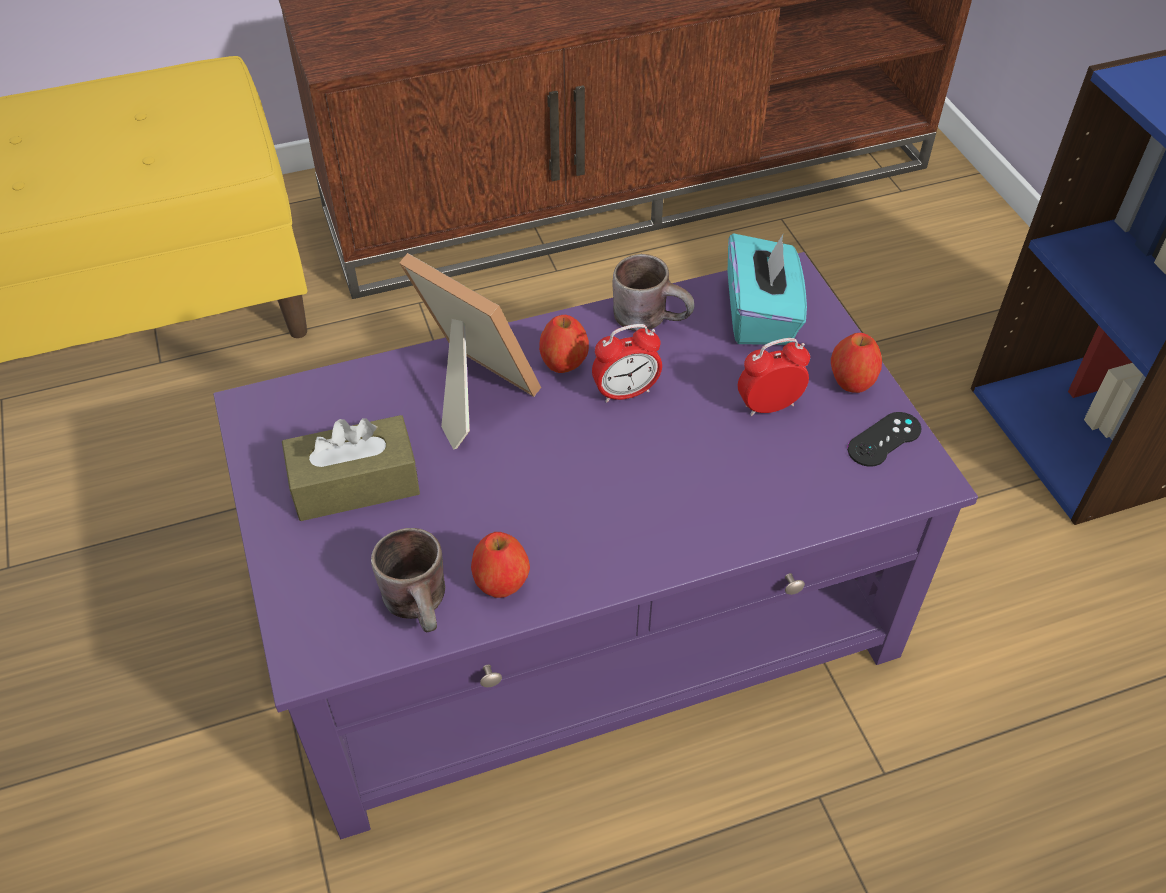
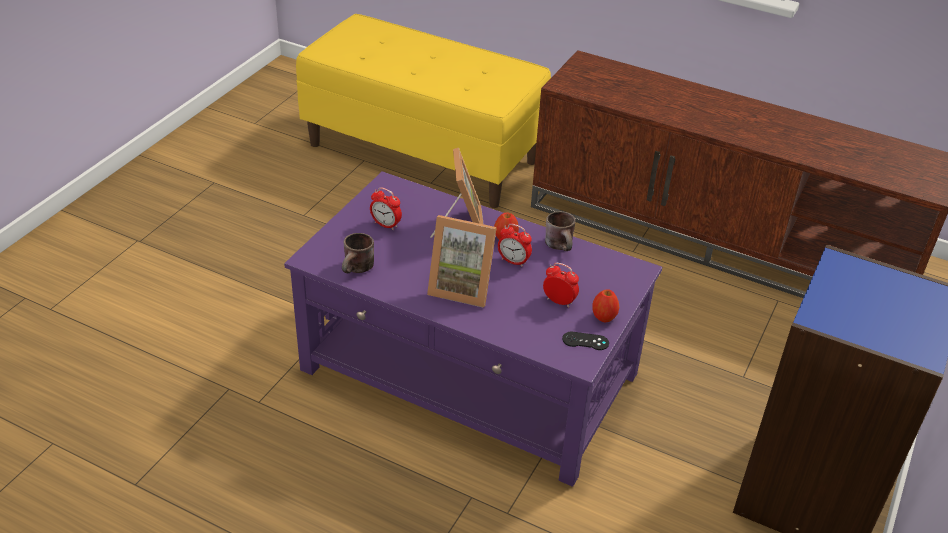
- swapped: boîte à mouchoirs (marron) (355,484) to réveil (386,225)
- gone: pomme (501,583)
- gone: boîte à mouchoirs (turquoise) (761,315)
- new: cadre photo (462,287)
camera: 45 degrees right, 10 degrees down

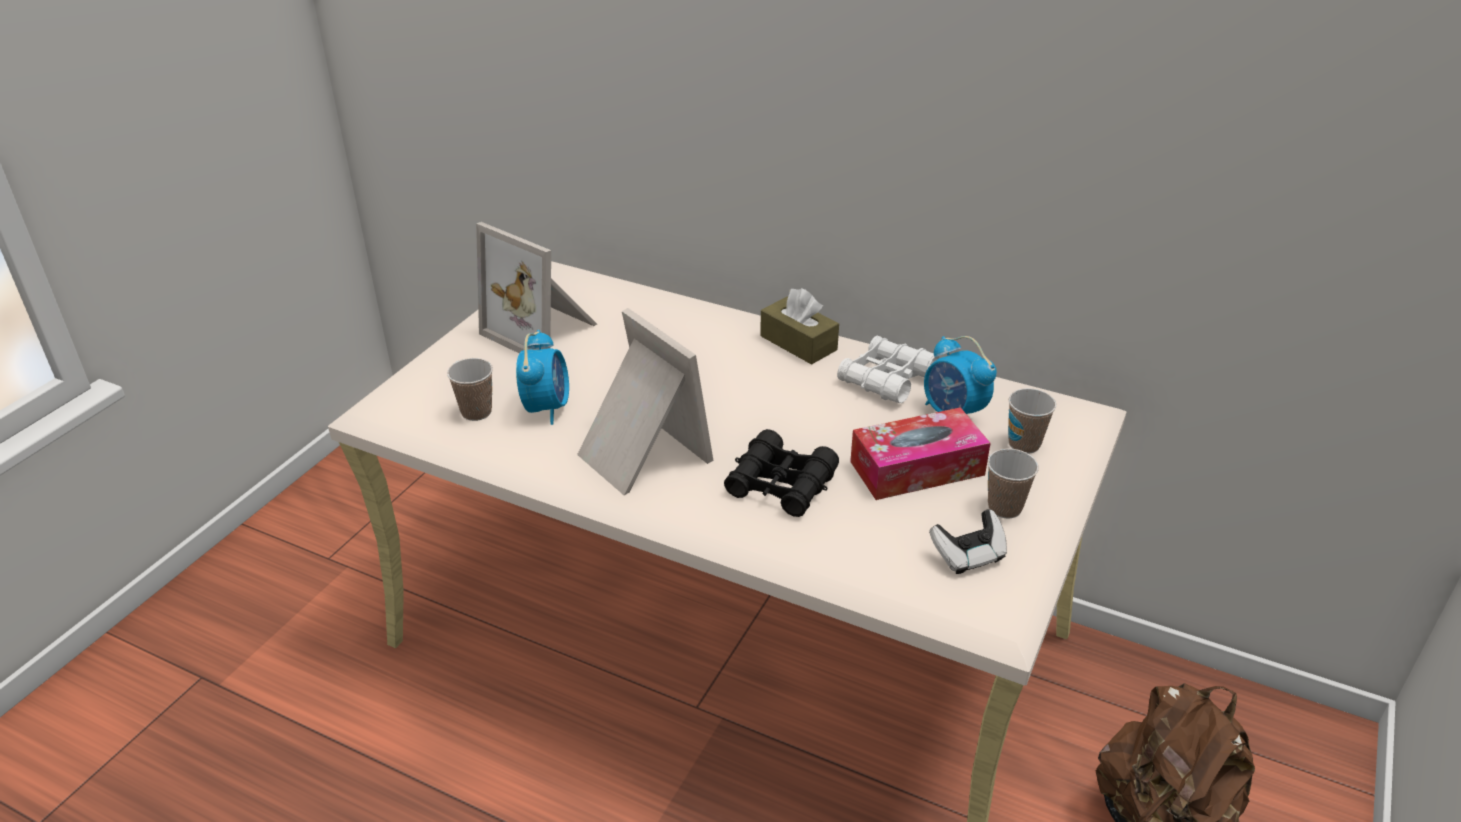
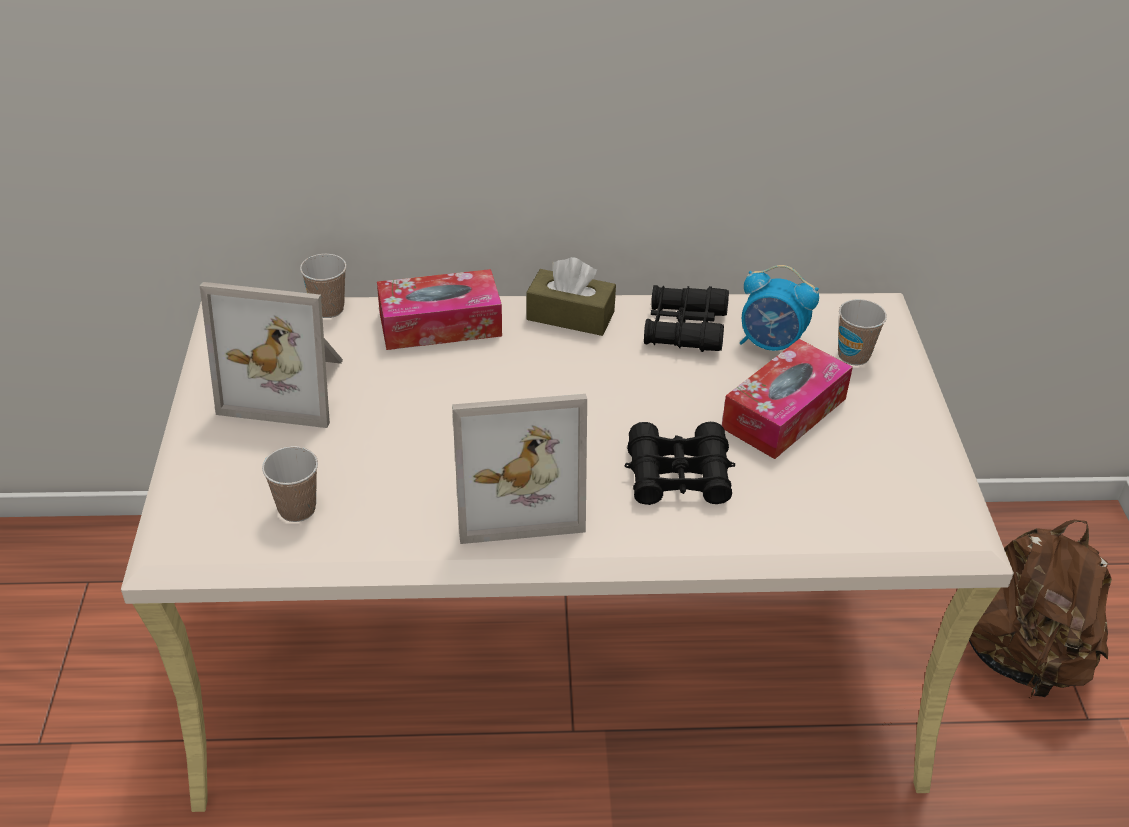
- gone: réveil (547,408)
- rotated: cadre photo (639,455) = (516,495) 150 degrees clockwise
- repainted: jumelles (blanc) (886,379) to jumelles (noir) (684,329)
- gone: manette (968,556)
- shifted: tasse (1004,508) to (328,309)
- new: boîte à mouchoirs (440,324)
camera: 30 degrees left, 5 degrees up

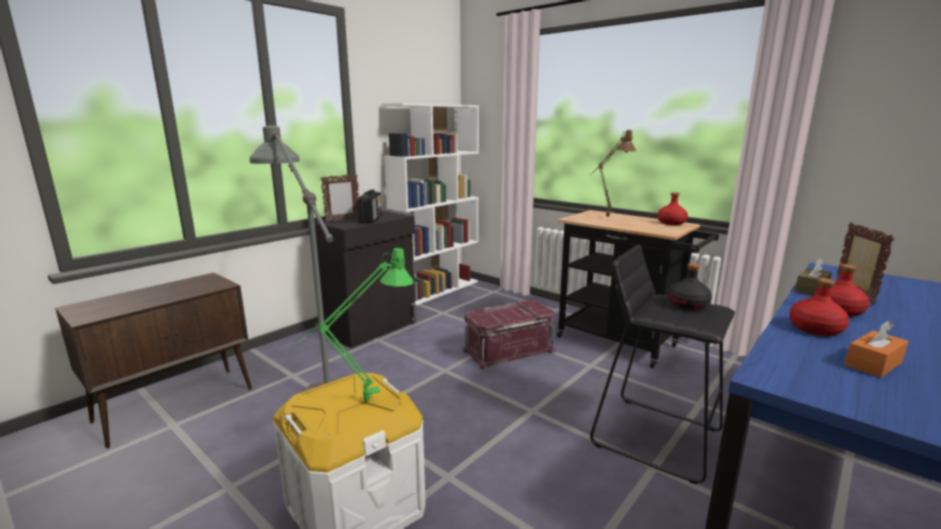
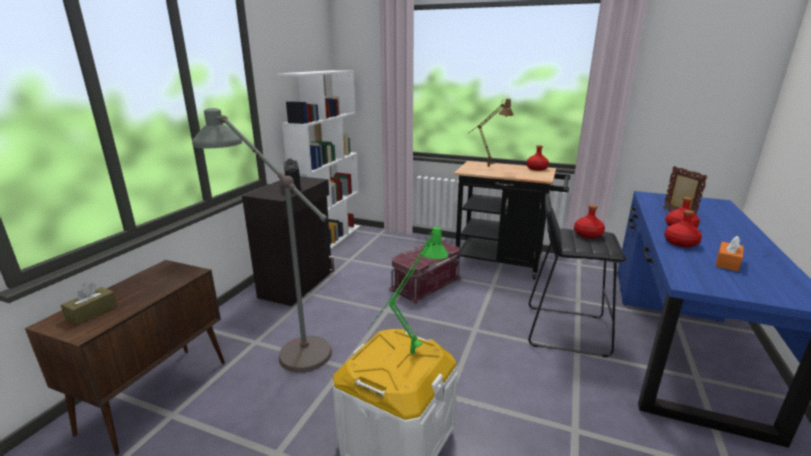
- gone: cadre photo (342,220)
- repainted: bouteille (noir) (688,304) to bouteille (rouge) (588,234)
- shifted: boîte à mouchoirs (marron) (811,289) to (92,312)
camera: 20 degrees left, 5 degrees up

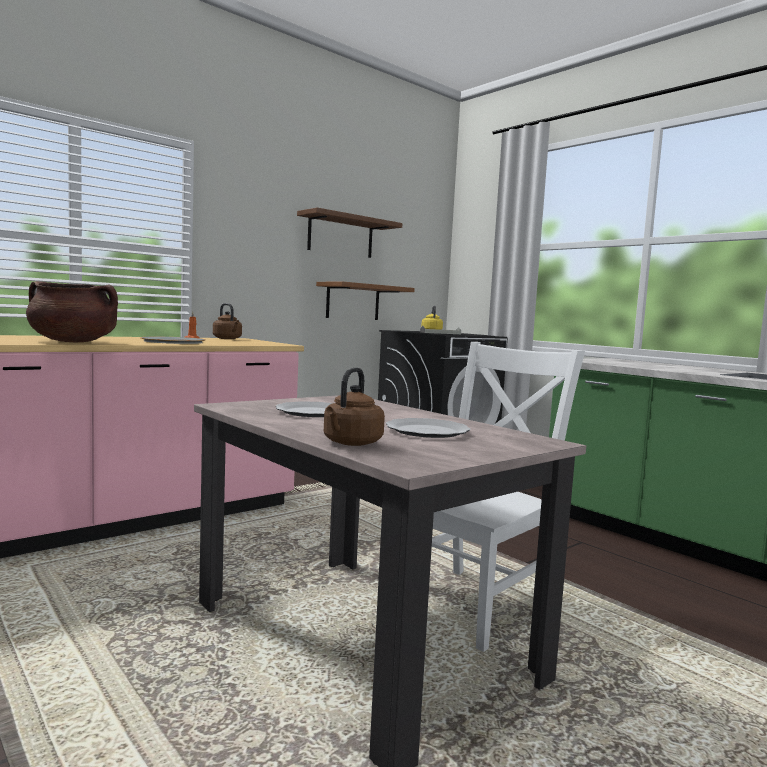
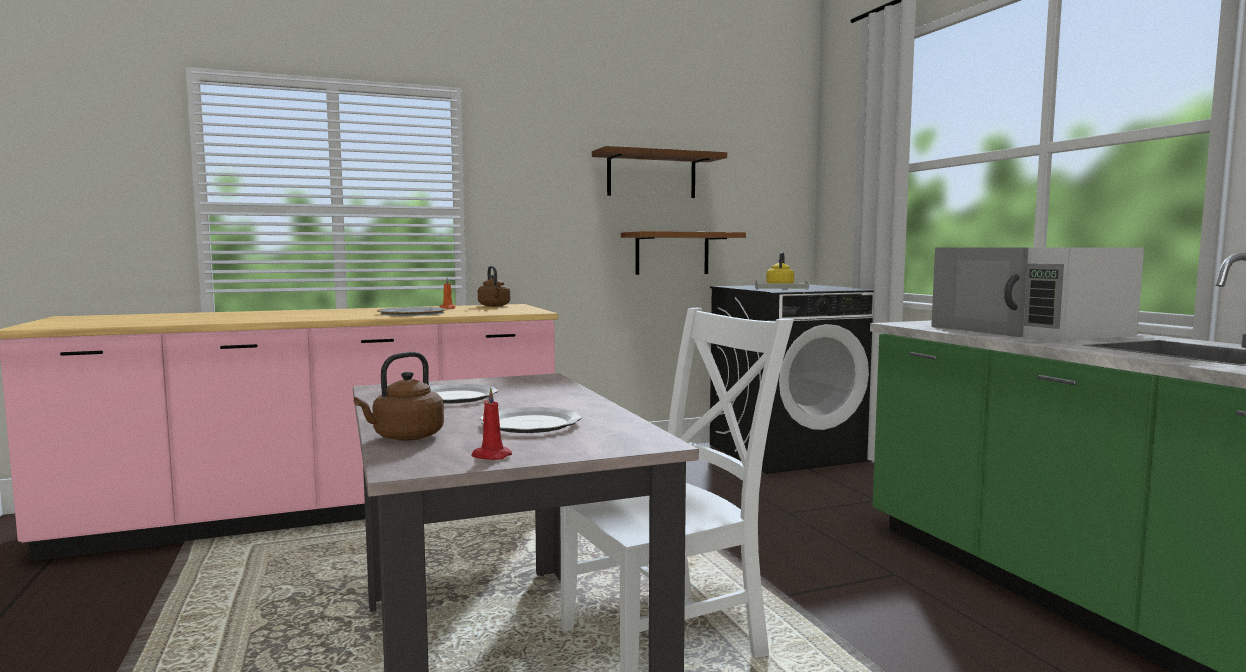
- gone: marmite (marron) (73,342)
- new: bougie (rouge) (490,456)
- new: micro-ondes (blanc) (1030,331)
camera: 20 degrees right, 0 degrees up

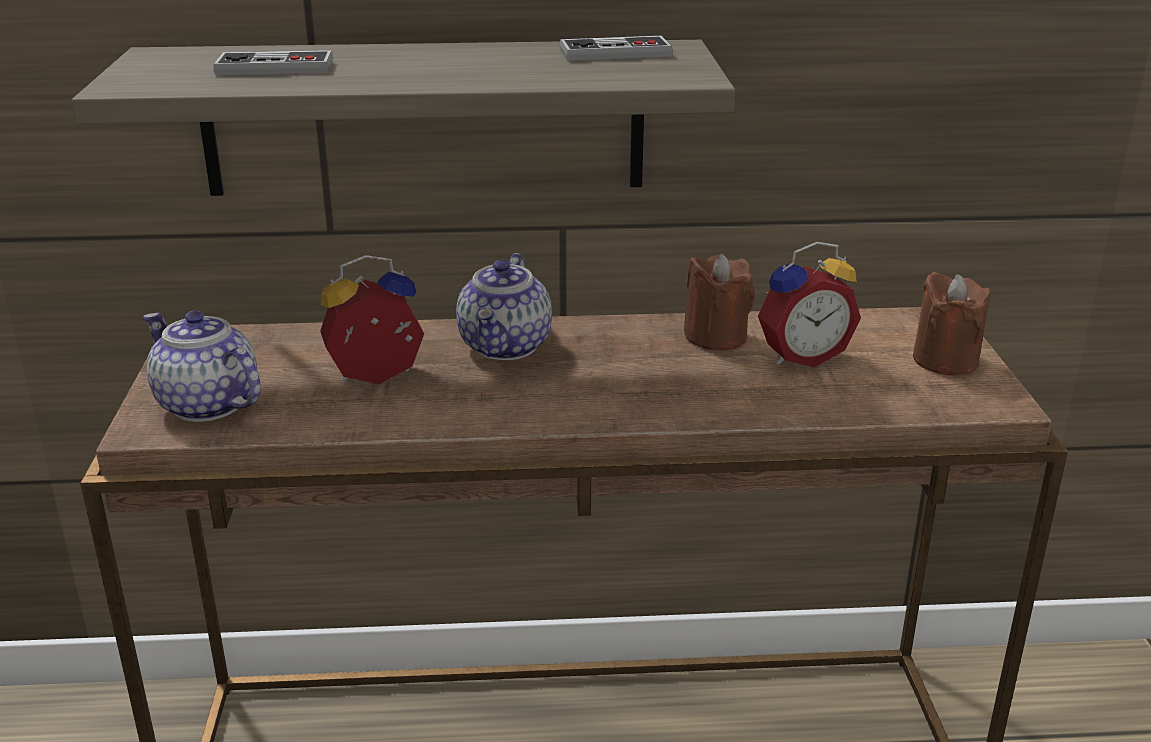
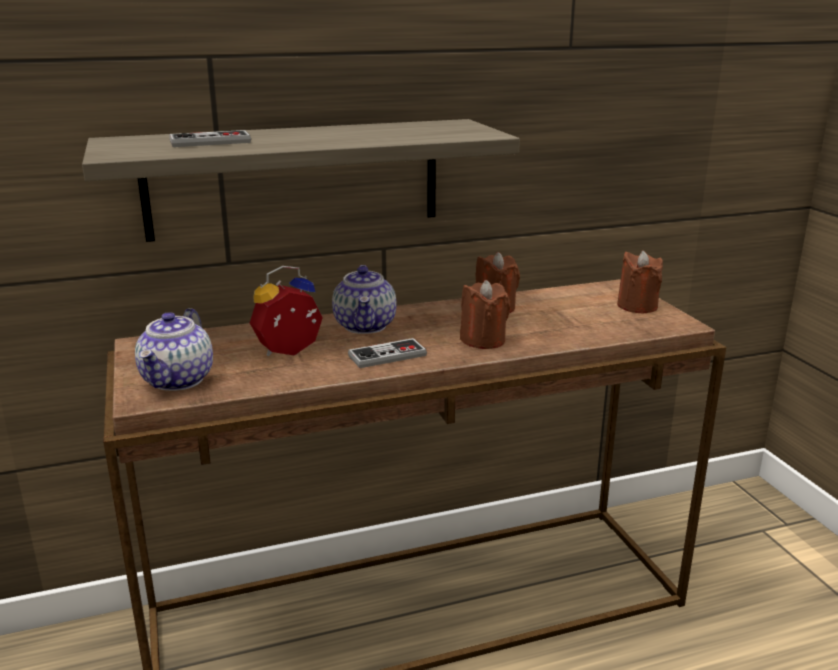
- rotated: théière (206,405) = (178,380) 105 degrees counterclockwise
- shifted: manette (615,53) to (387,356)
- gone: réveil (801,356)
- new: bougie (marron) (483,340)
camera: 15 degrees left, 5 degrees down

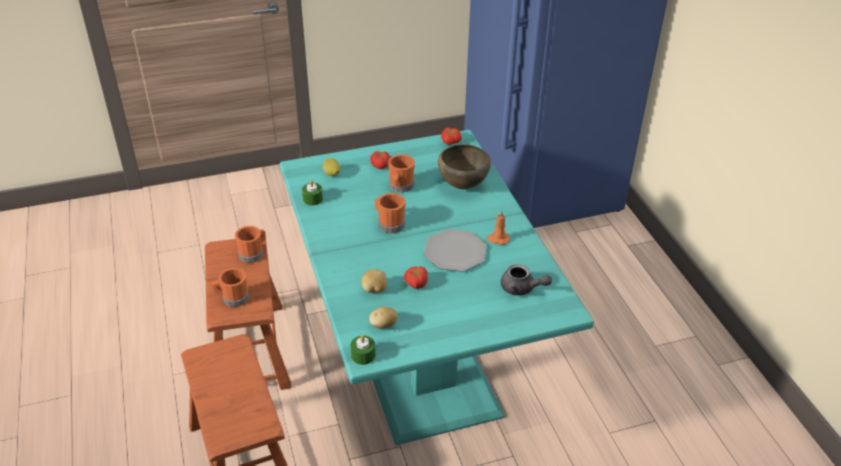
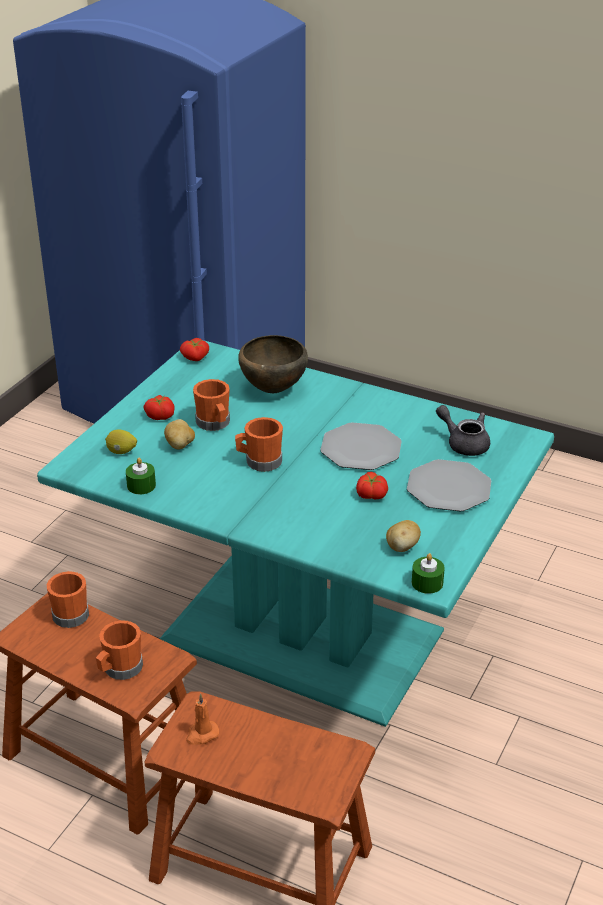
- shifted: pomme de terre (374,289) to (180,445)
- shifted: bougie (orange) (498,239) to (201,734)
- rotated: théière (gris) (521,289) = (464,443) 120 degrees counterclockwise
- new: assiette (448,488)
camera: 45 degrees left, 5 degrees down

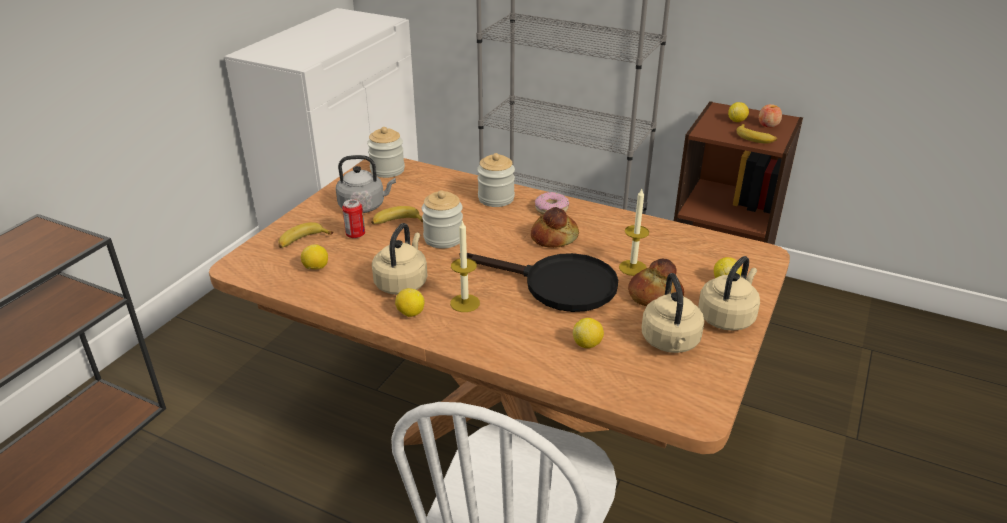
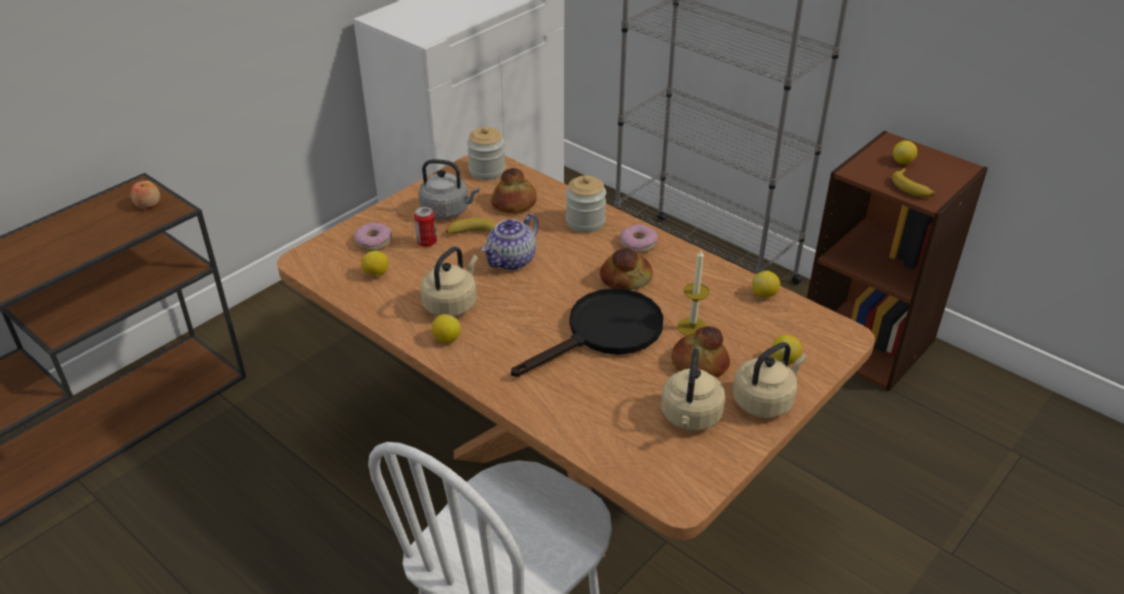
- swapped: banane (302,241) to beignet (374,242)
- swapped: bocal (443,238) to théière (512,261)
- gone: bougie (465,303)
- rotated: poêle (noir) (557,285) = (604,333) 75 degrees counterclockwise
- shifted: citron (587,344) to (764,295)
- shifted: pomme (768,124) to (148,204)
- new: pain (514,203)
camera: 15 degrees right, 5 degrees up

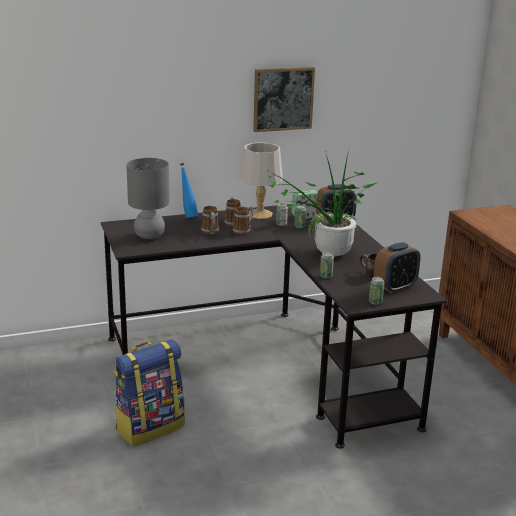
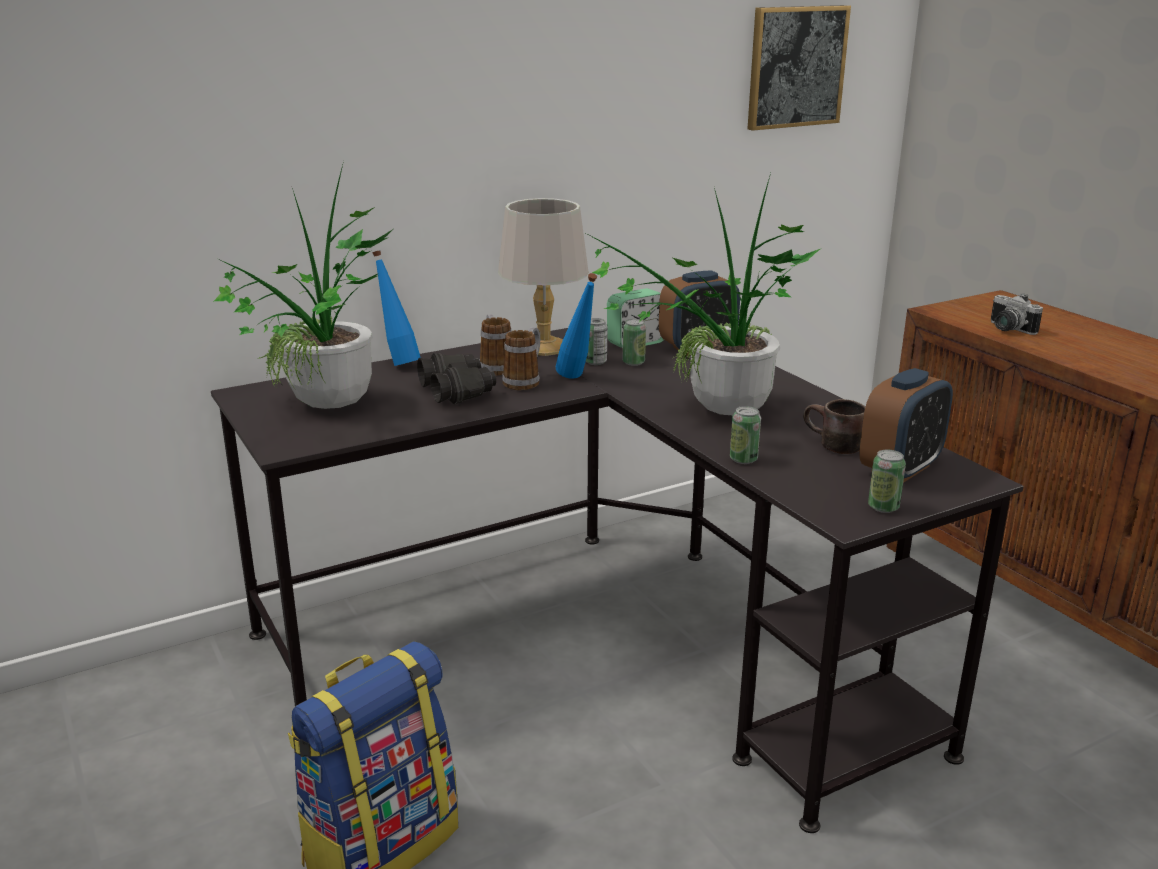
- swapped: lampe de table (gris) (149,236) to plante en pot (327,410)
- swapped: mug (210,232) to jumelles (noir) (457,391)
- shifted: tableau (283,99) to (796,67)
- new: bouteille (bleu) (577,379)
- new: appareil photo (1007,329)
camera: 10 degrees left, 0 degrees up

